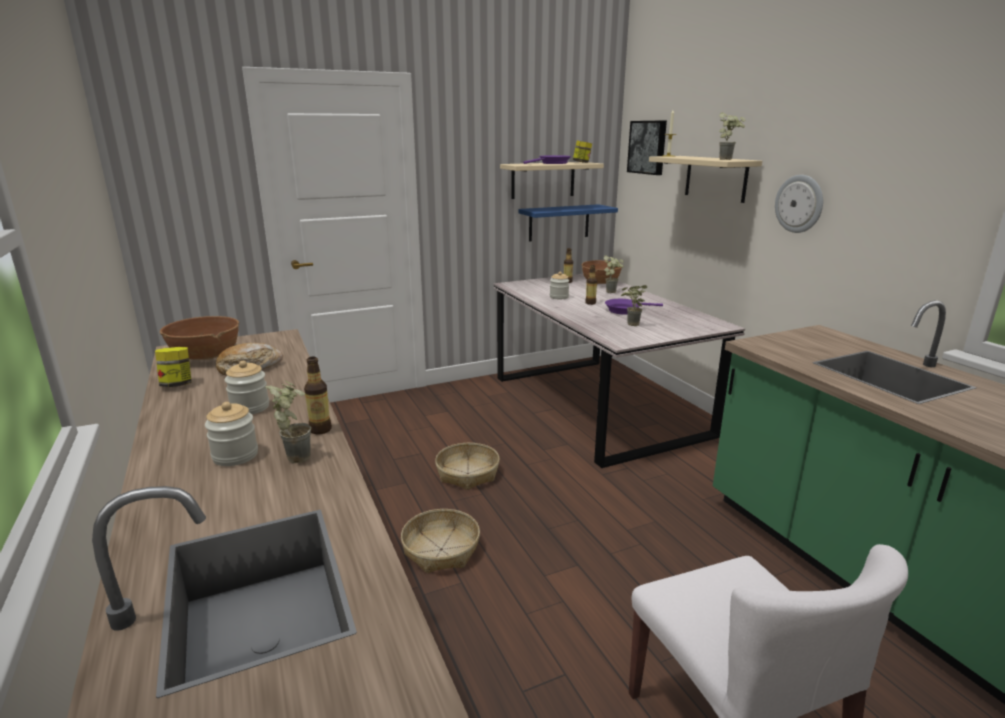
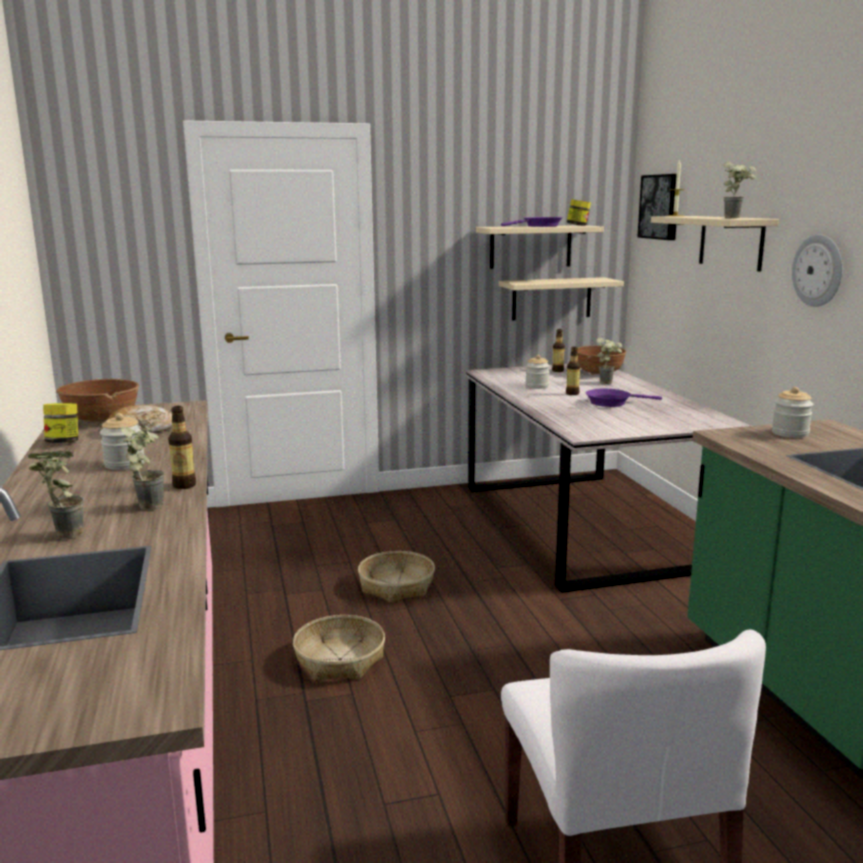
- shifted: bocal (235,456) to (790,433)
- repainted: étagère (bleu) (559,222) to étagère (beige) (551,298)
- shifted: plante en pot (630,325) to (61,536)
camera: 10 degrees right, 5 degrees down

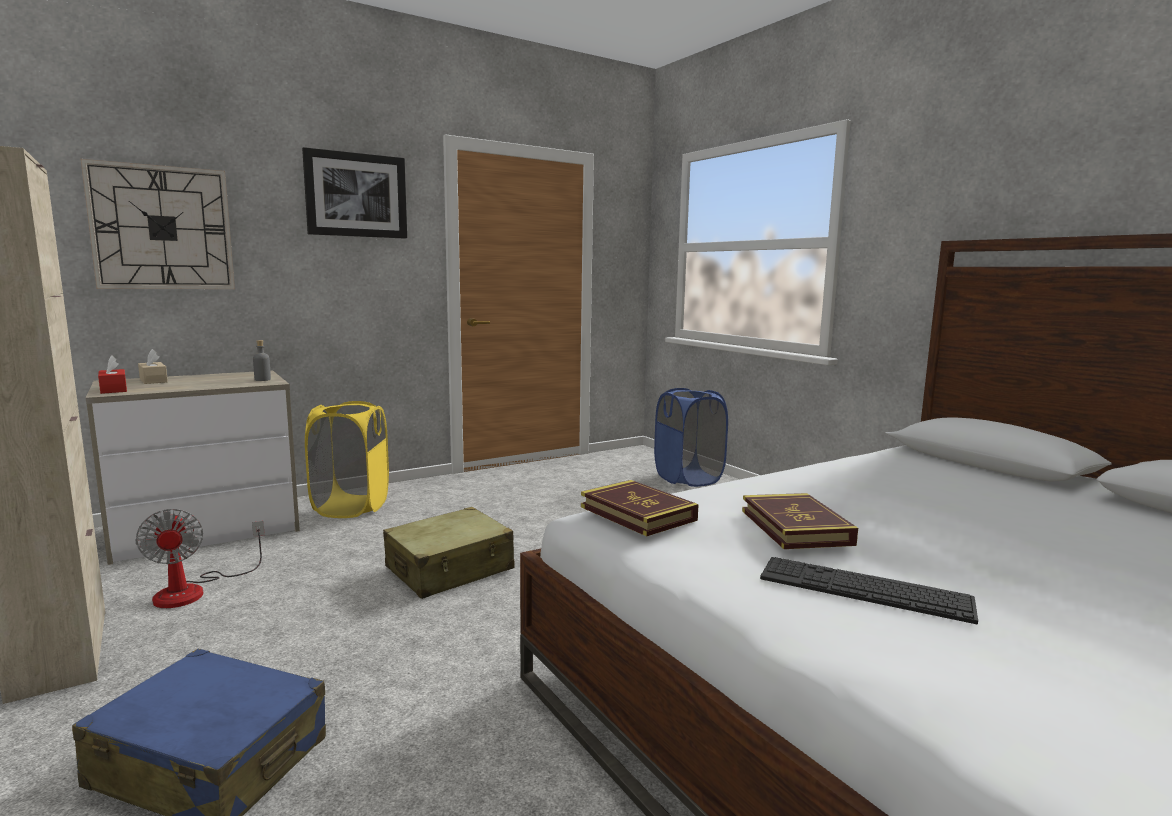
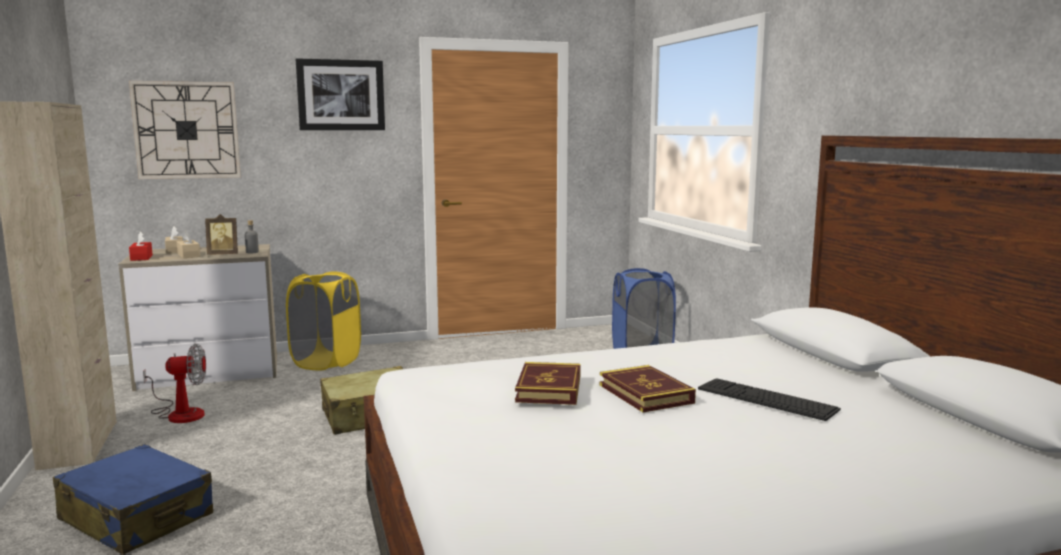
- rotated: ventilateur (194,590) = (180,413) 90 degrees counterclockwise
- shifted: livre (637,513) to (645,394)
- shifted: clavier (864,588) to (766,399)
- new: boîte à mouchoirs (beige) (189,255)
- new: cadre photo (223,254)
camera: 15 degrees right, 0 degrees up

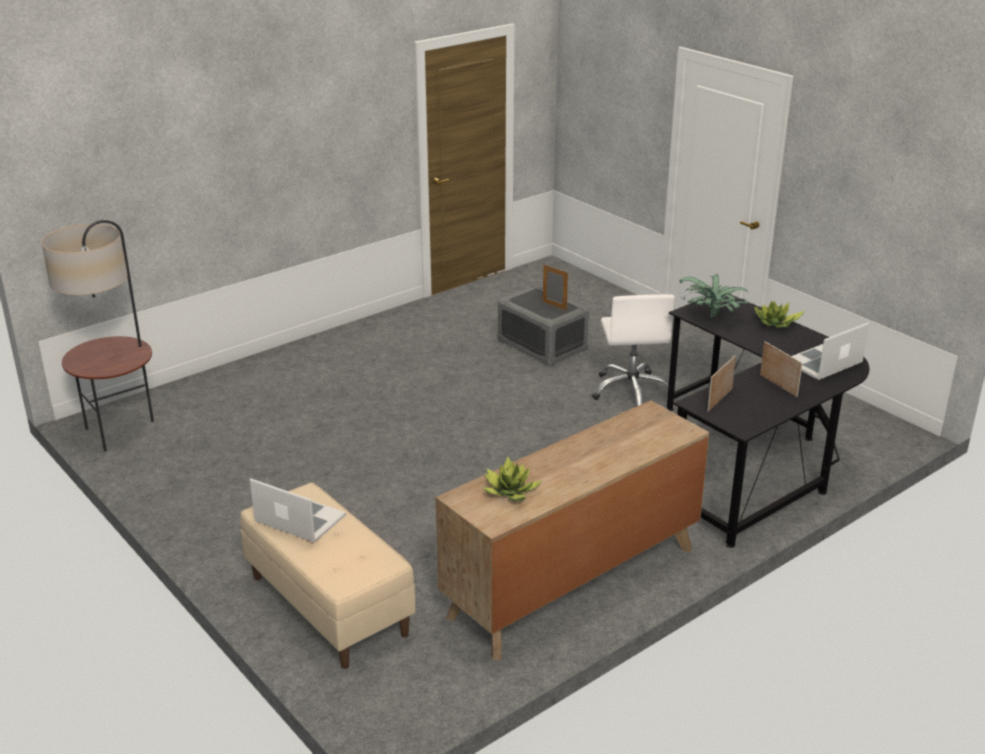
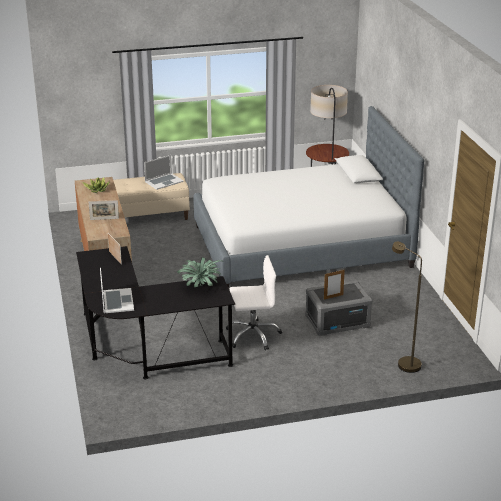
- rotated: chaise de bureau (blanc) (631,391) = (253,335) 150 degrees clockwise
- gone: plante en pot (776,323)
- shifted: cadre photo (778,385) to (104,219)
- new: lit (301,246)
- new: lampadaire (marron) (404,363)
camera: 115 degrees right, 0 degrees up

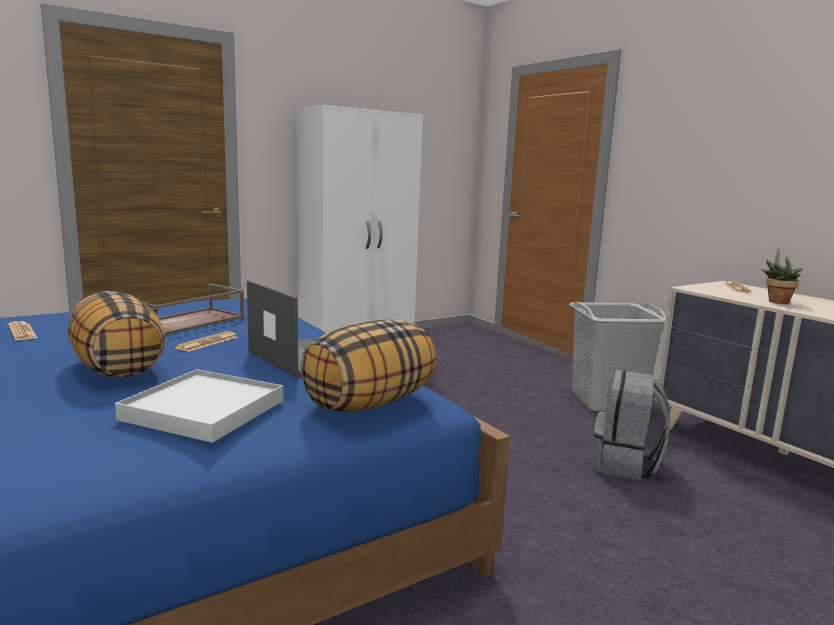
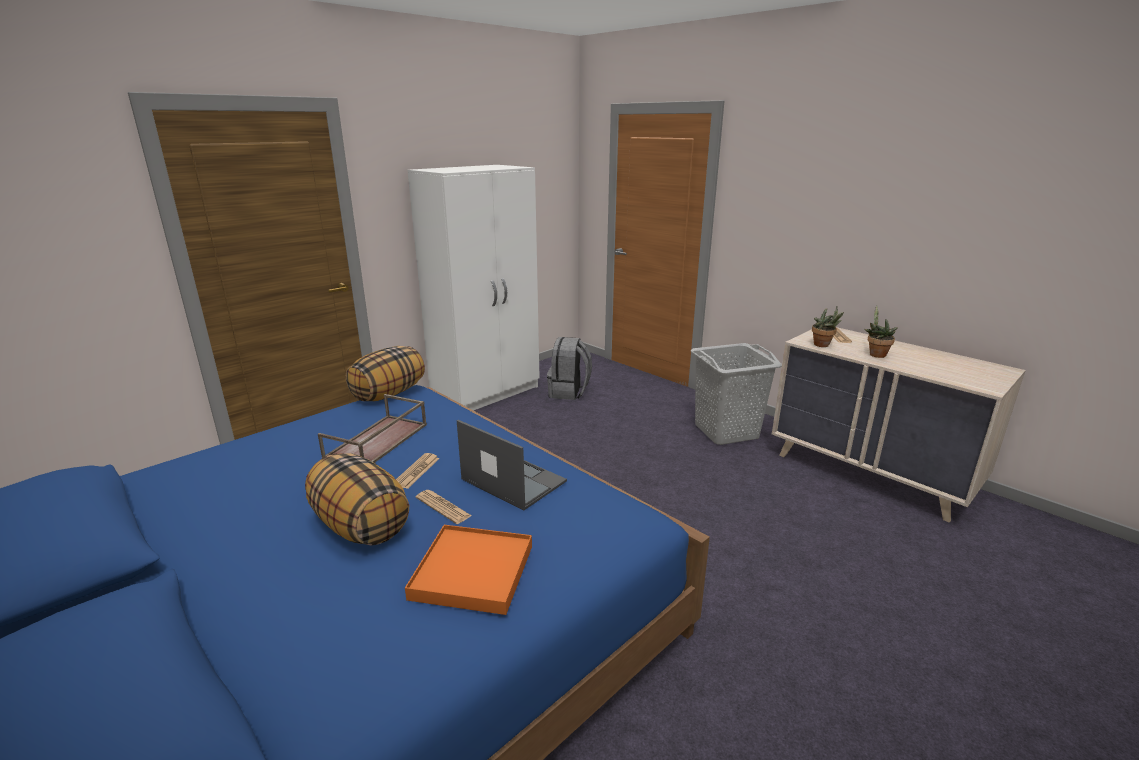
- shifted: journal (22,332) to (443,507)
- repainted: plateau (blanc) (204,410) to plateau (orange) (473,572)
- shifted: coussin (369,402) to (389,394)
- shifted: sac à dos (gris) (625,464) to (569,392)
- new: plante en pot (823,345)
camera: 10 degrees left, 10 degrees up

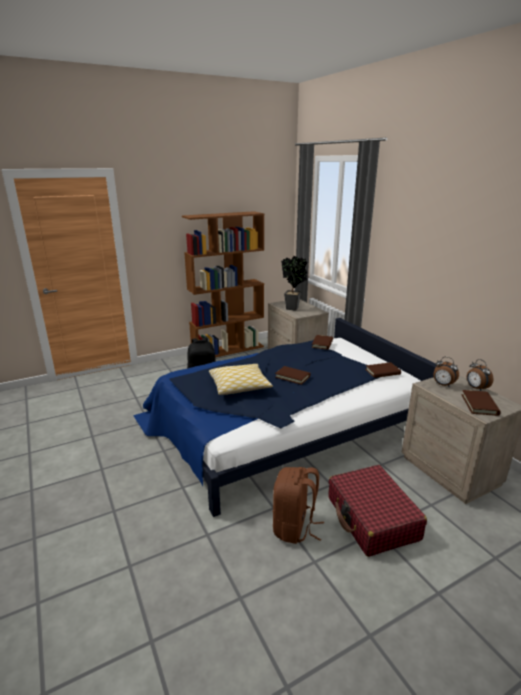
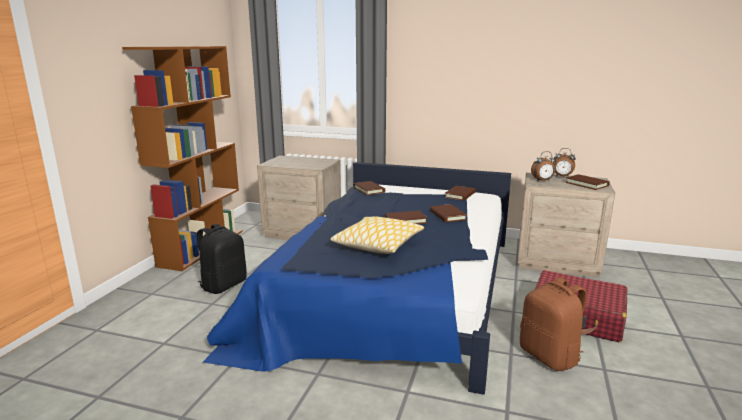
- gone: plante en pot (294,309)
- new: livre (marron) (447,215)
camera: 45 degrees left, 5 degrees down

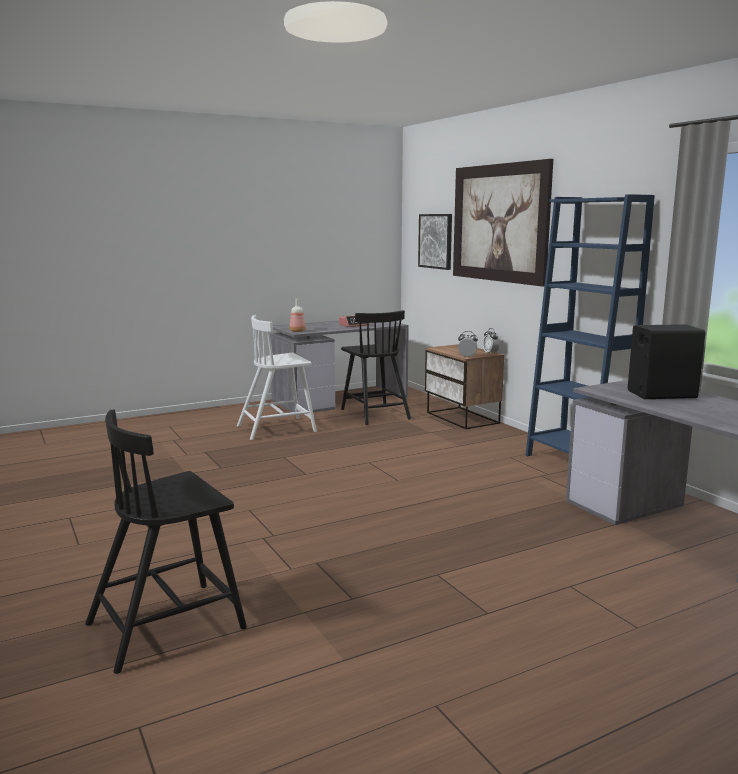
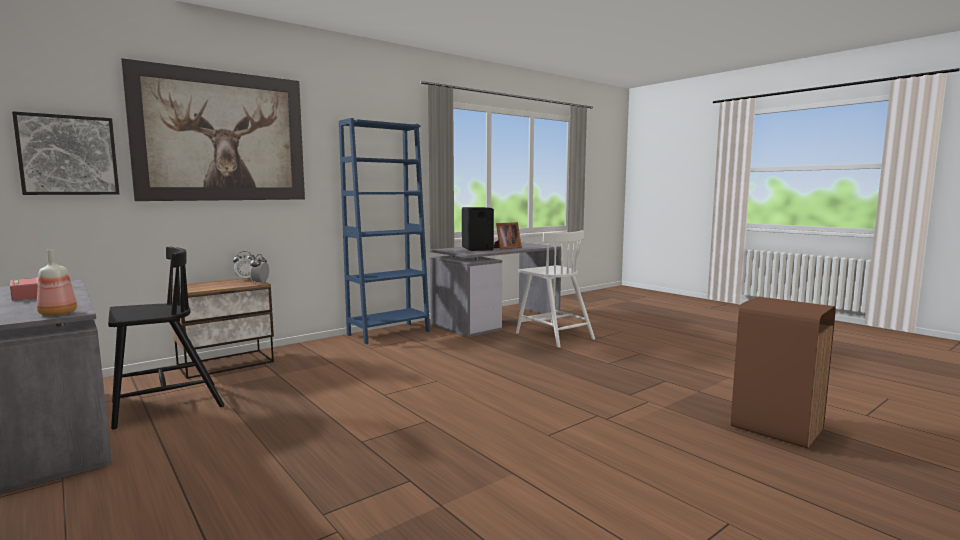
- swapped: chaise (noir) (168,624) to poubelle (marron) (777,429)
- shifted: chaise (blanc) (277,428) to (553,336)
- new: cadre photo (506,248)
camera: 100 degrees left, 5 degrees down

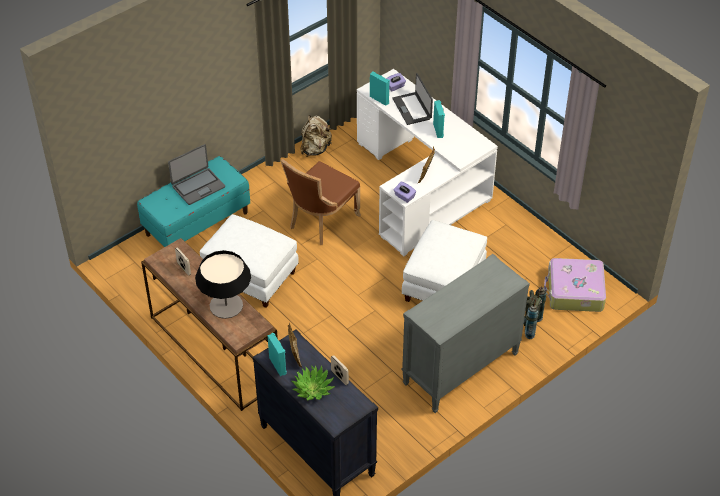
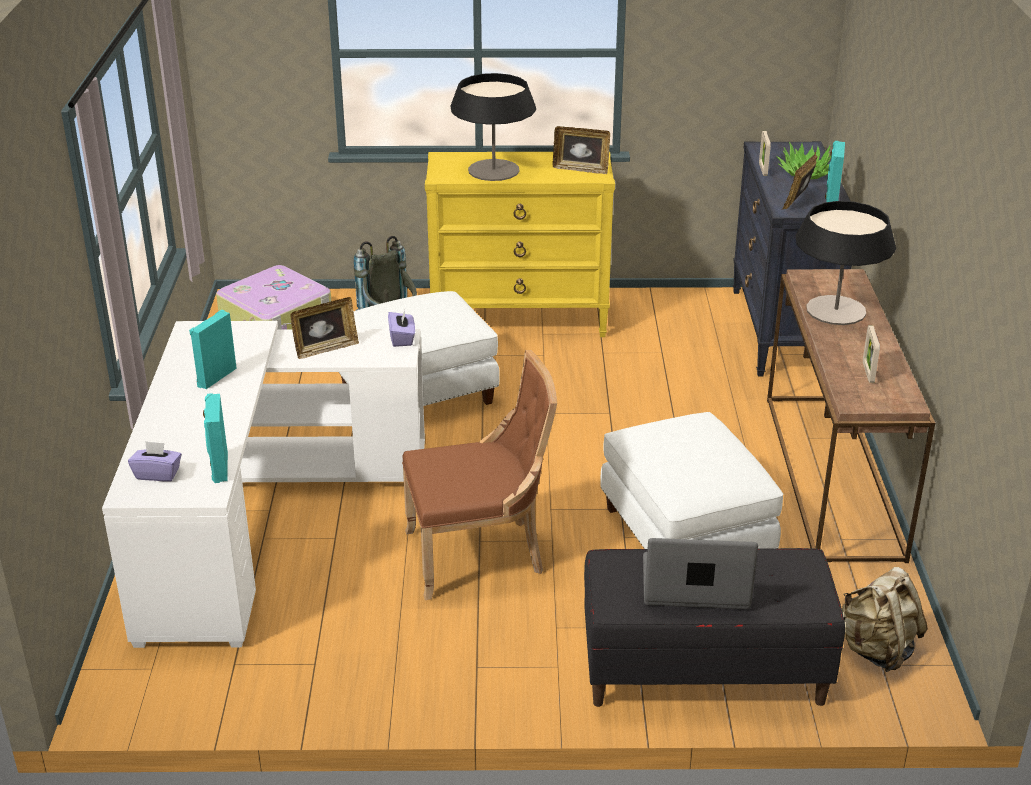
- repainted: banc (turquoise) (197,223) to banc (noir) (703,671)
- shifted: sac à dos (beige) (315,149) to (876,650)
- gone: ordinateur portable (412,108)
- repainted: commode (gris) (460,369) to commode (jaune) (520,319)
- new: lampe de table (493,170)
- new: cadre photo (581,169)
camera: 140 degrees left, 15 degrees down

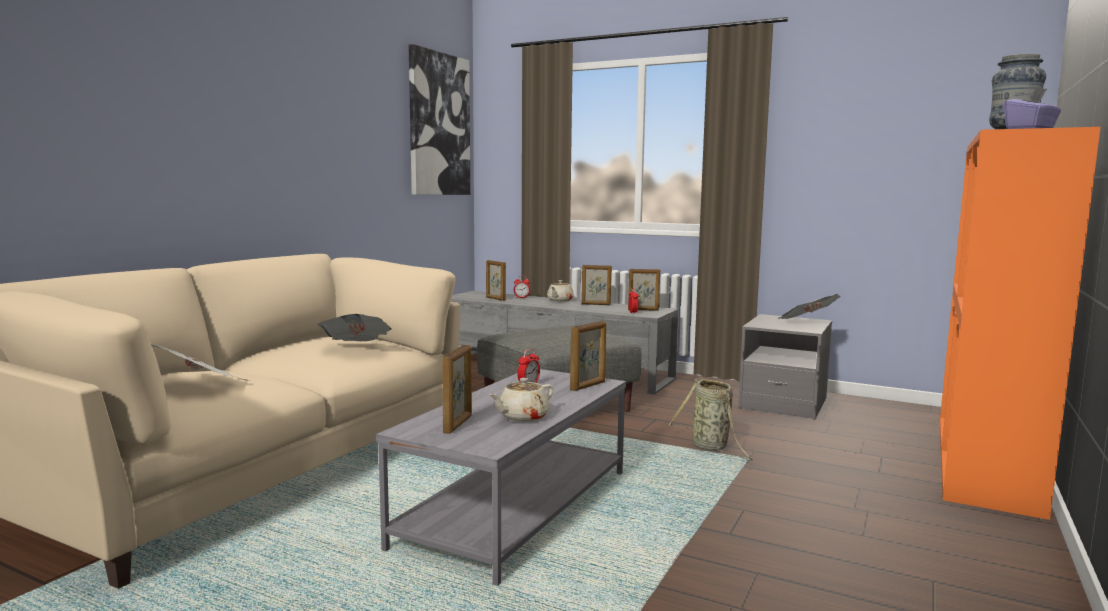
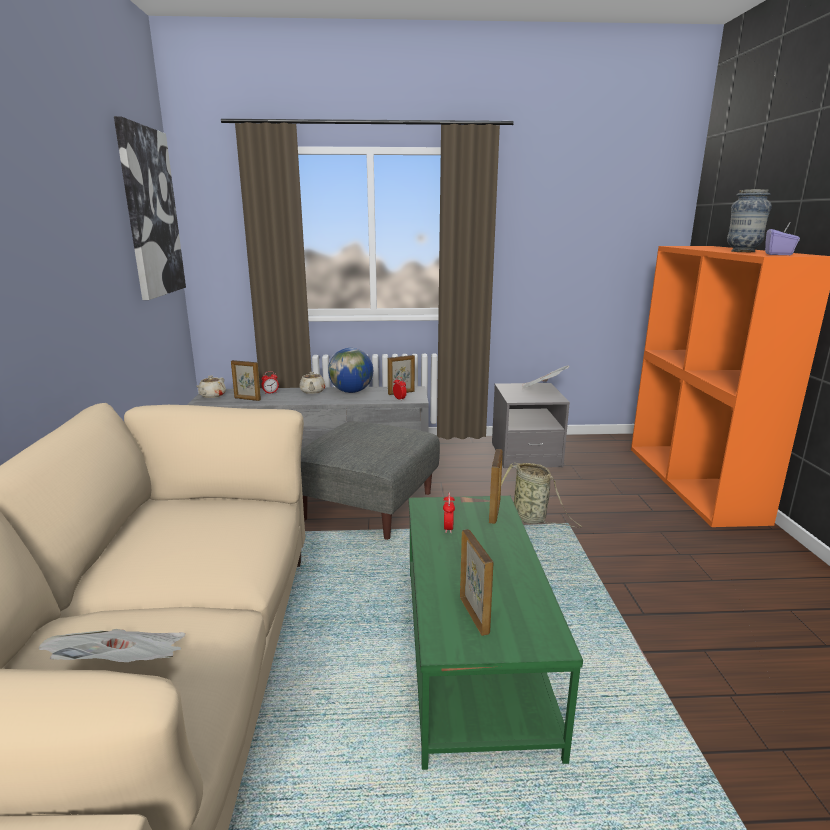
- gone: journal (357,348)
- repainted: table basse (gris) (516,507) to table basse (vert) (471,649)
- shifted: théière (beige) (522,417) to (212,396)
- swapped: cadre photo (595,304) to globe (351,392)
camera: 30 degrees left, 10 degrees up

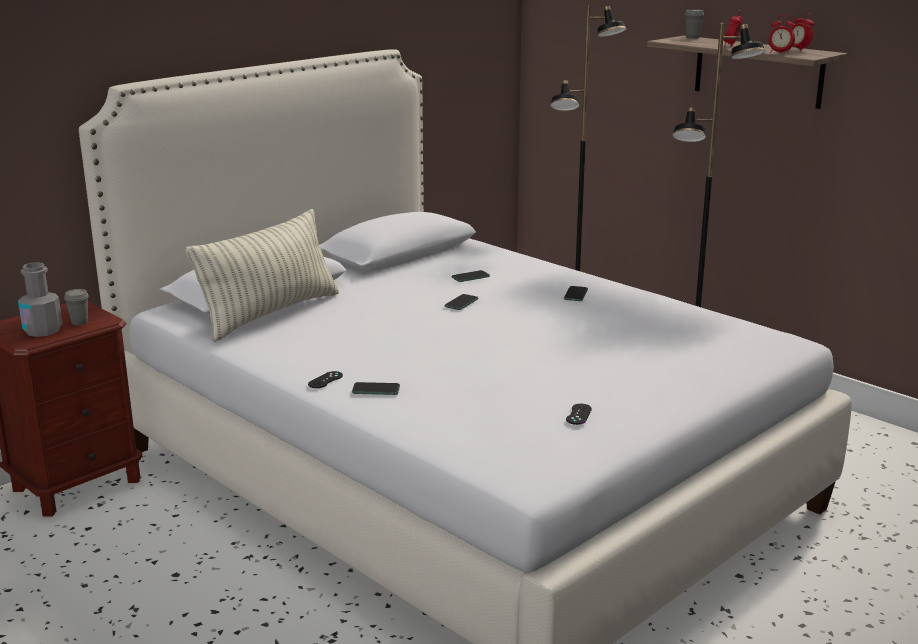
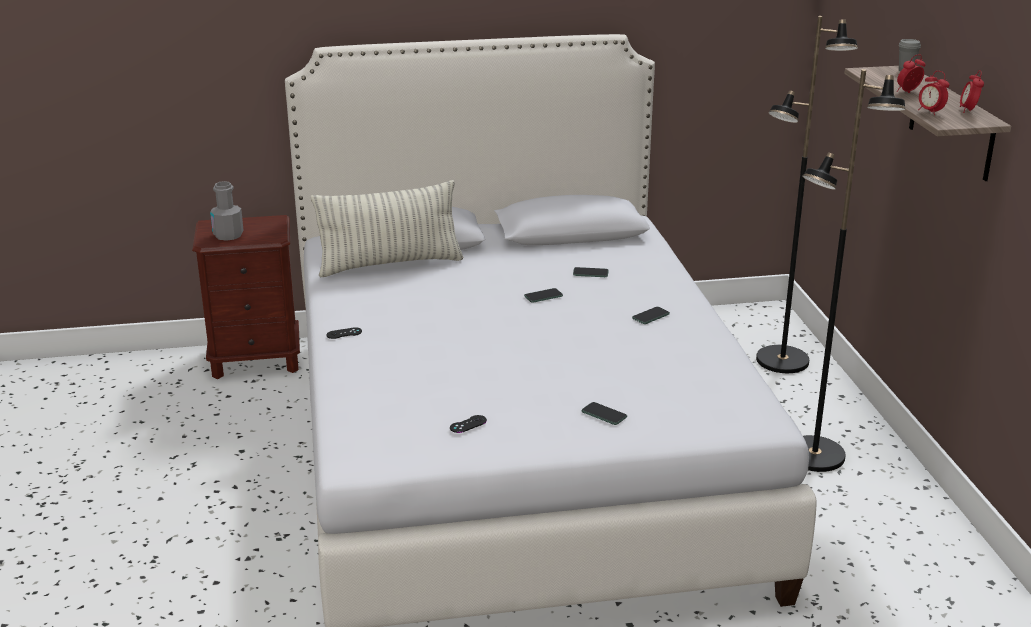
- gone: tasse (gris) (79,322)
- shifted: téléphone (376,390) to (604,414)
camera: 35 degrees right, 5 degrees up

